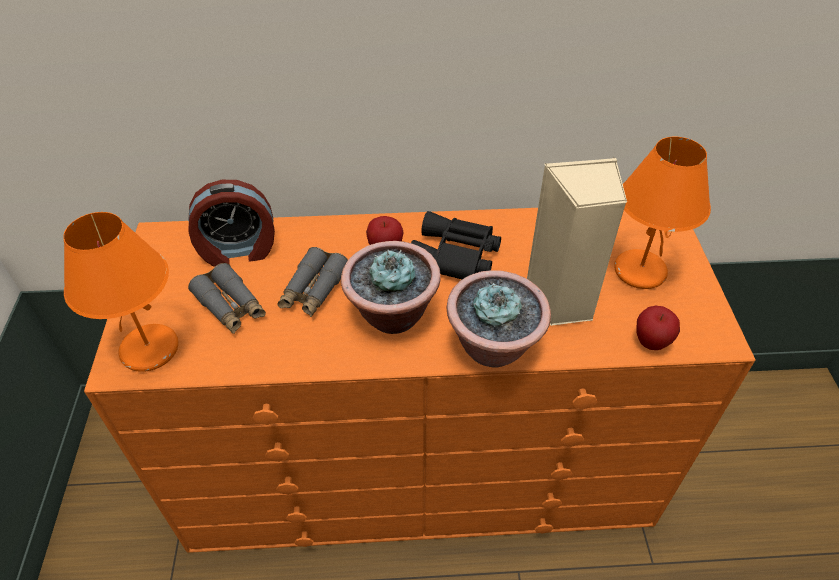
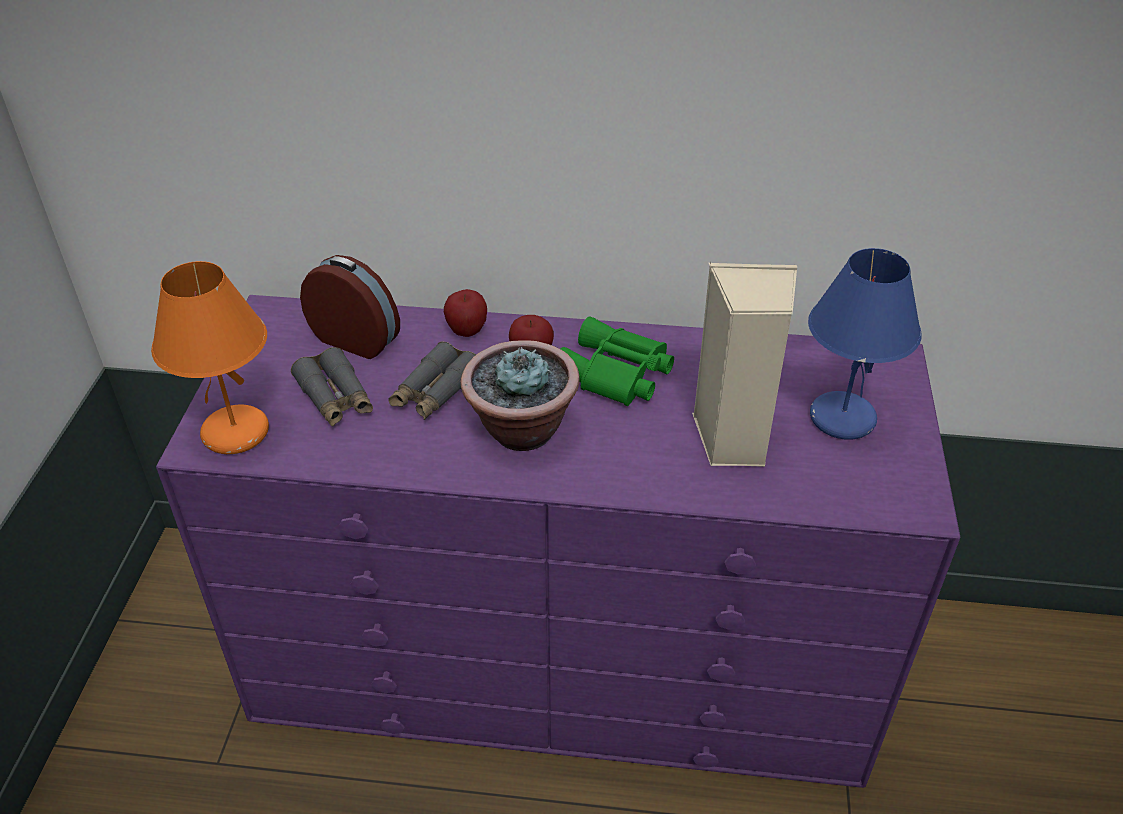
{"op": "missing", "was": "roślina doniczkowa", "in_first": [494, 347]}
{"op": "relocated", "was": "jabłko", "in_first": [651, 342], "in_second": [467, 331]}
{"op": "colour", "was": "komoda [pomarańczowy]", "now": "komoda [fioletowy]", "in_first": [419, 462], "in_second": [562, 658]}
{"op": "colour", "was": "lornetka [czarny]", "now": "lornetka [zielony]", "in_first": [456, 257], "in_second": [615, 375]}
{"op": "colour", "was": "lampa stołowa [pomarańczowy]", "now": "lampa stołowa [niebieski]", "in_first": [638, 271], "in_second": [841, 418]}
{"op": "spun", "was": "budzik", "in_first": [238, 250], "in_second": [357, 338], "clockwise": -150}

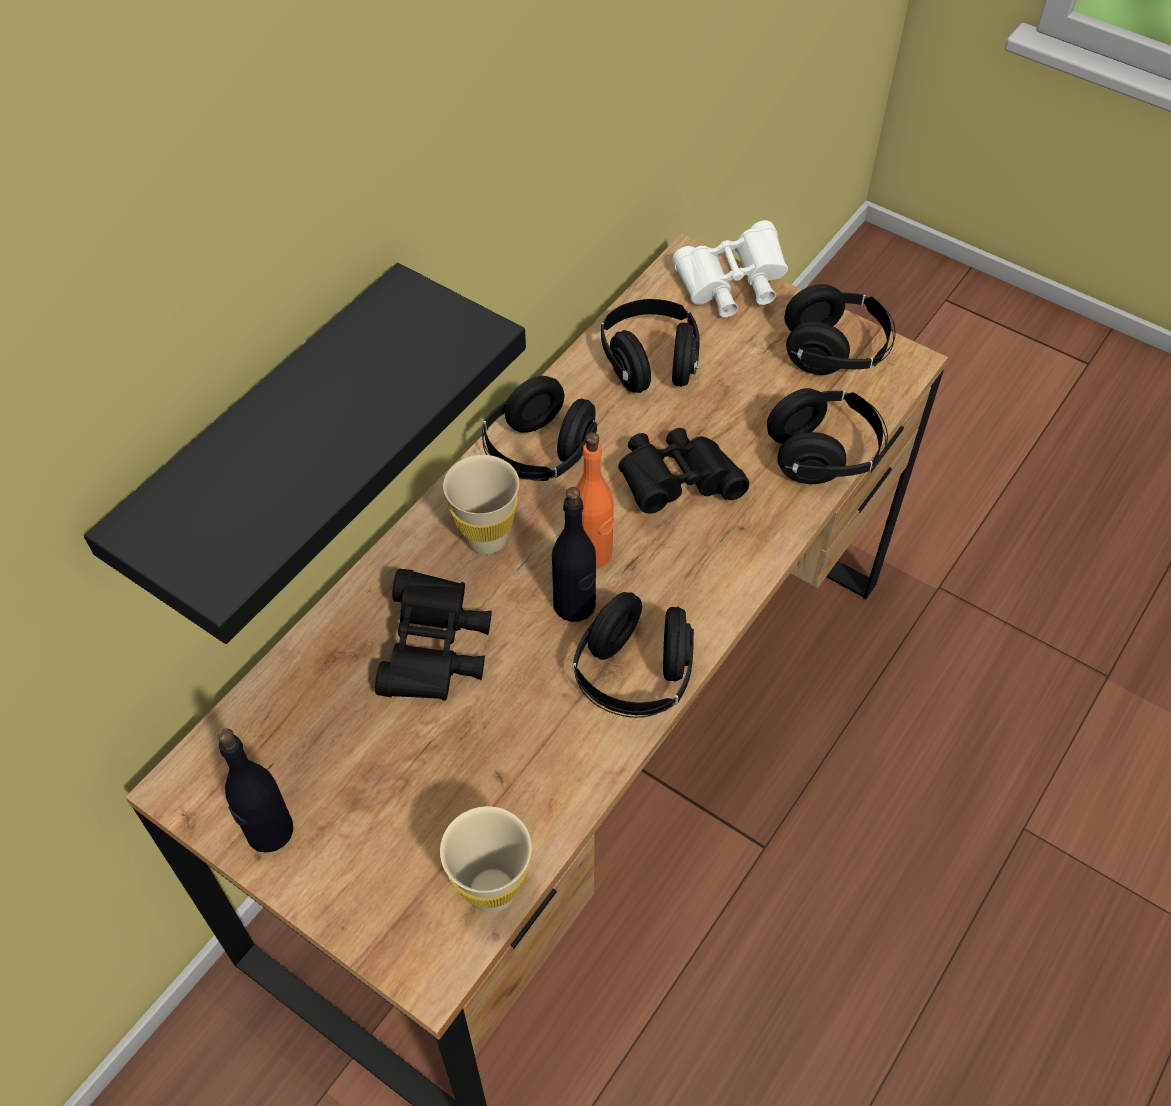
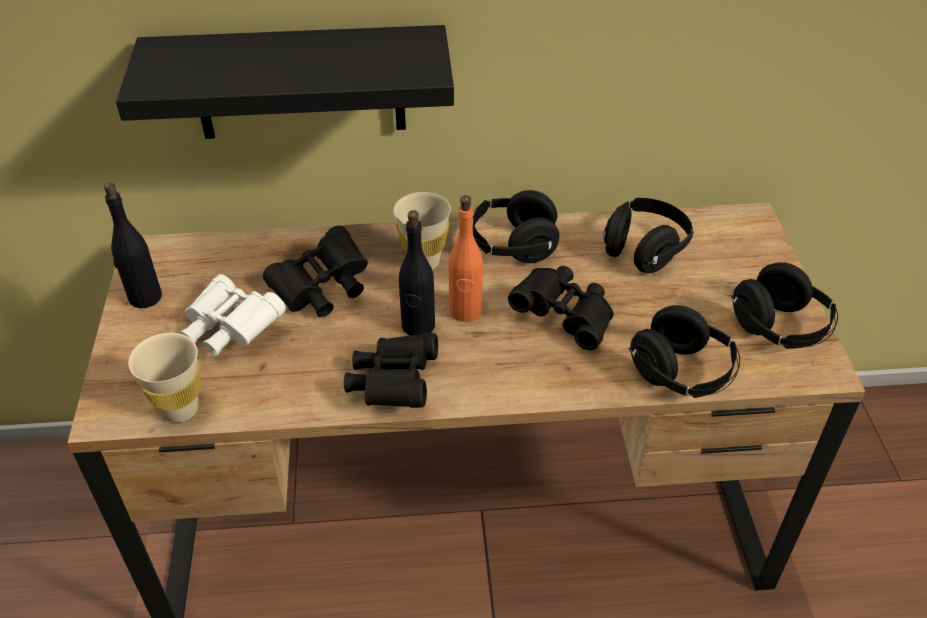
{"op": "relocated", "was": "lornetka [biały]", "in_first": [731, 287], "in_second": [230, 330]}
{"op": "exchanged", "was": "słuchawki [czarny]", "now": "lornetka [czarny]", "in_first": [634, 676], "in_second": [394, 384]}

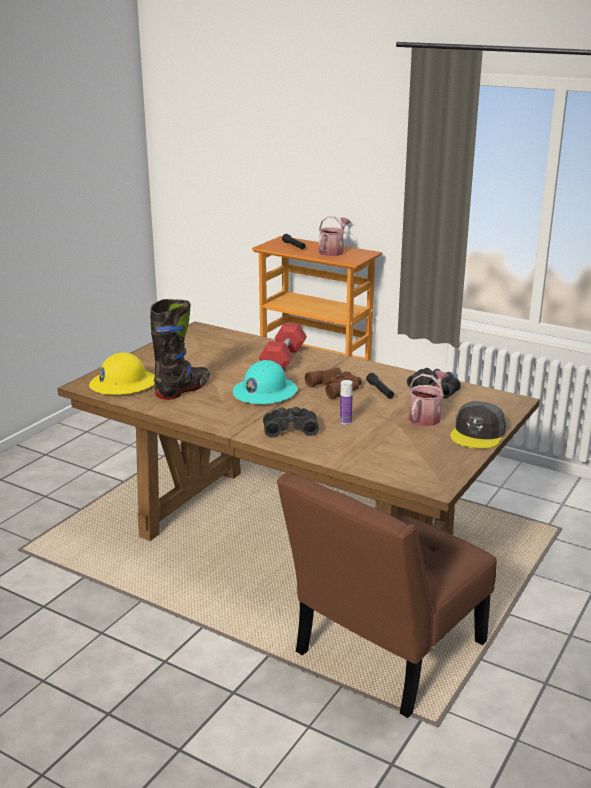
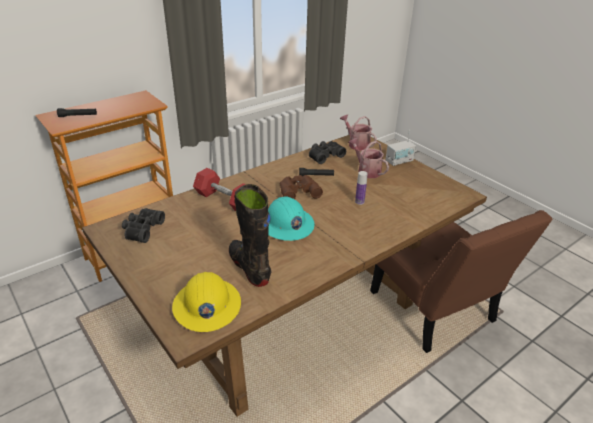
{"op": "relocated", "was": "lornetka [czarny]", "in_first": [290, 428], "in_second": [142, 229]}
{"op": "relocated", "was": "konewka", "in_first": [333, 251], "in_second": [356, 144]}
{"op": "exchanged", "was": "czapka z daszkiem [szary]", "now": "radio", "in_first": [478, 434], "in_second": [399, 161]}

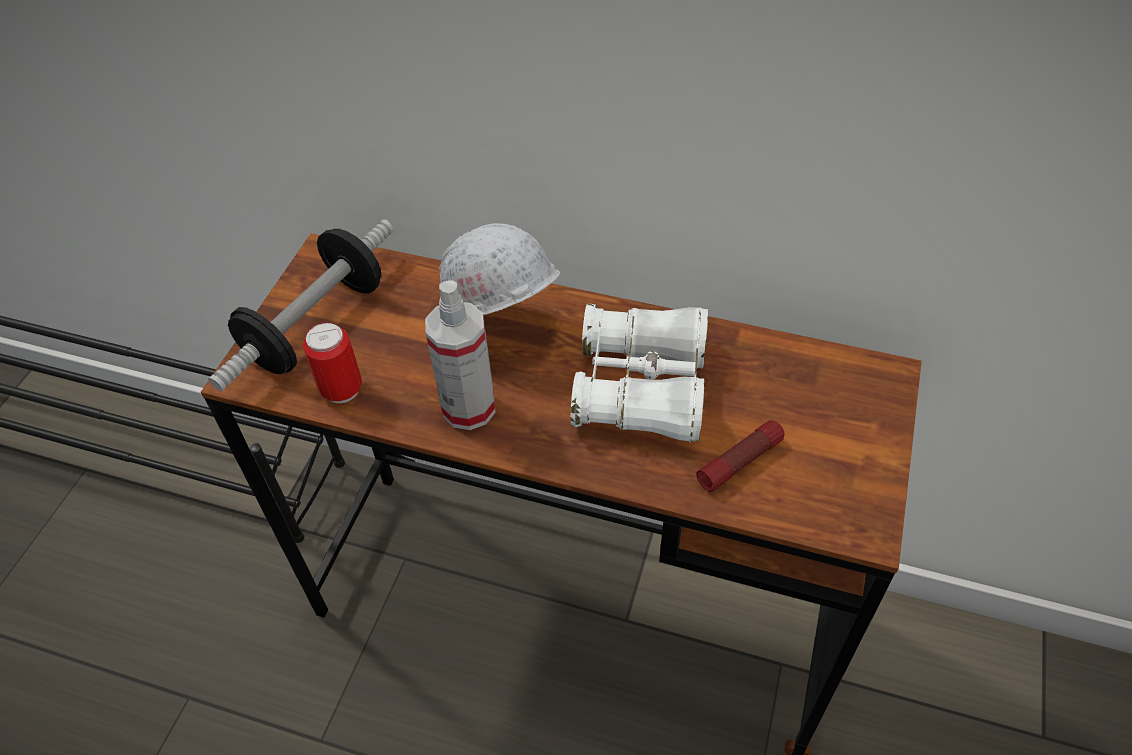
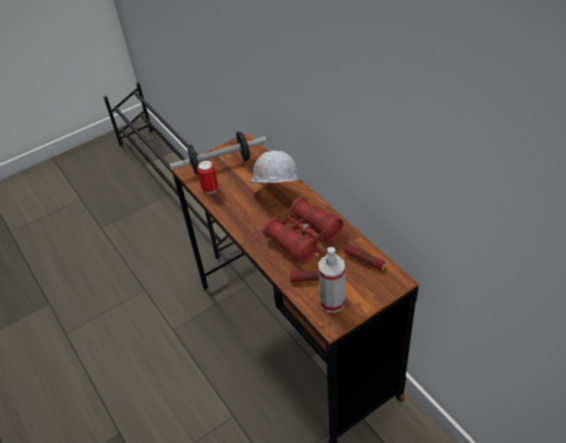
{"op": "appeared", "now": "latarka", "in_second": [364, 260]}
{"op": "relocated", "was": "spryskiwacz", "in_first": [469, 408], "in_second": [332, 302]}
{"op": "colour", "was": "lornetka [biały]", "now": "lornetka [czerwony]", "in_first": [641, 388], "in_second": [303, 238]}

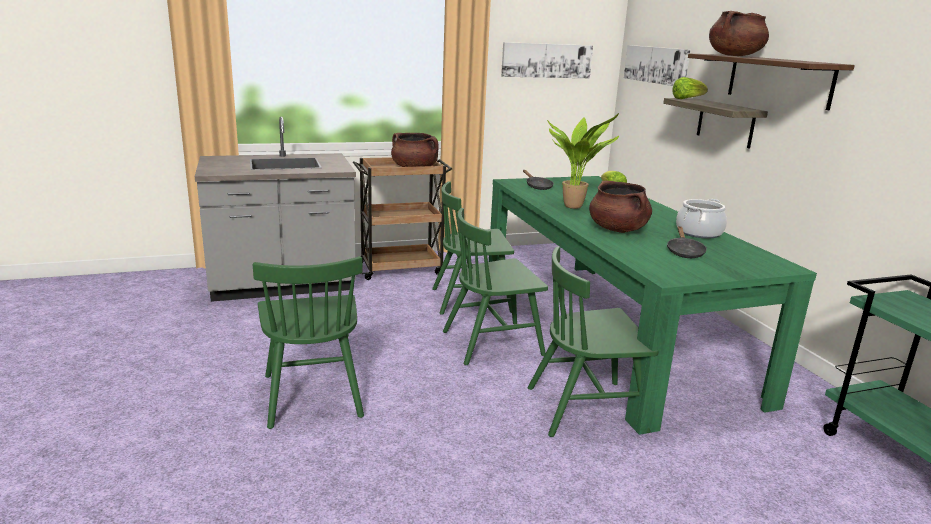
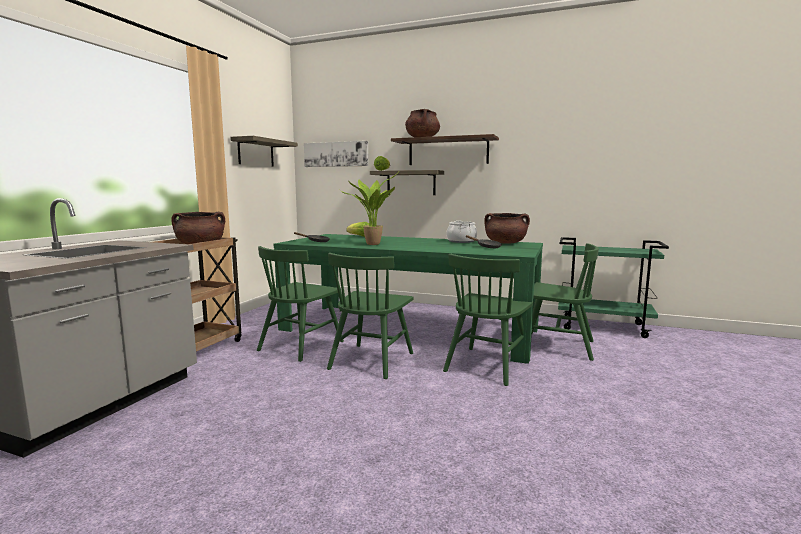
{"op": "relocated", "was": "krzesło [zielony]", "in_first": [313, 395], "in_second": [558, 346]}
{"op": "relocated", "was": "garnek [brązowy]", "in_first": [618, 229], "in_second": [505, 243]}
{"op": "exchanged", "was": "obraz", "now": "półka", "in_first": [546, 60], "in_second": [256, 152]}

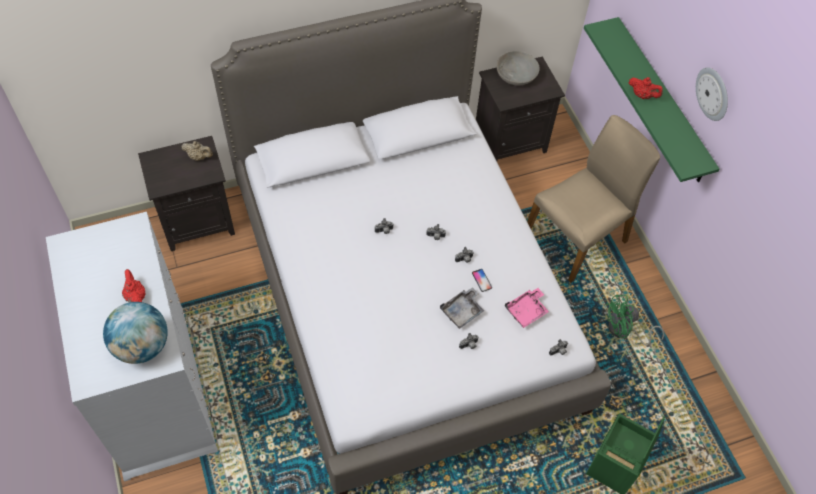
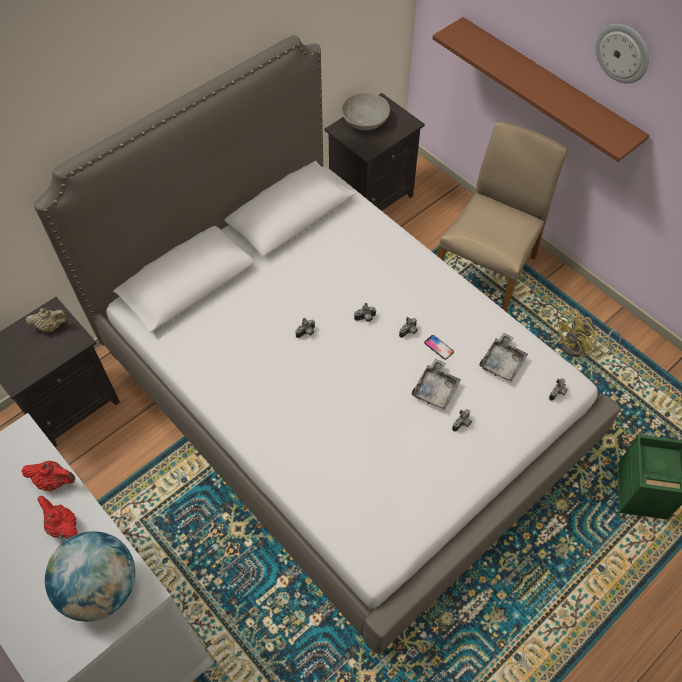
{"op": "relocated", "was": "imbryk [czerwony]", "in_first": [642, 95], "in_second": [54, 481]}
{"op": "colour", "was": "taca [różowy]", "now": "taca [szary]", "in_first": [526, 311], "in_second": [502, 362]}
{"op": "colour", "was": "półka [zielony]", "now": "półka [brązowy]", "in_first": [661, 101], "in_second": [546, 90]}
{"op": "colour", "was": "wentylator [zielony]", "now": "wentylator [żółty]", "in_first": [624, 331], "in_second": [579, 348]}

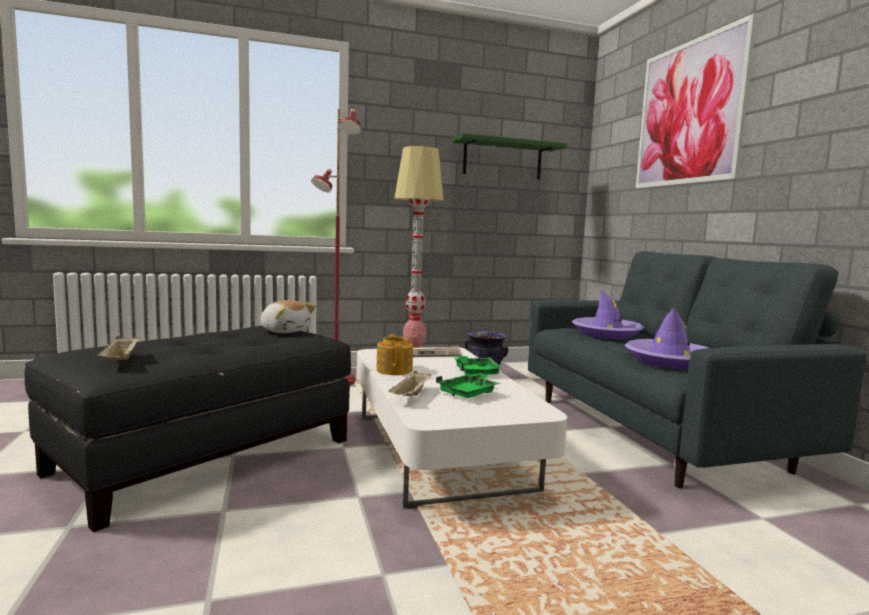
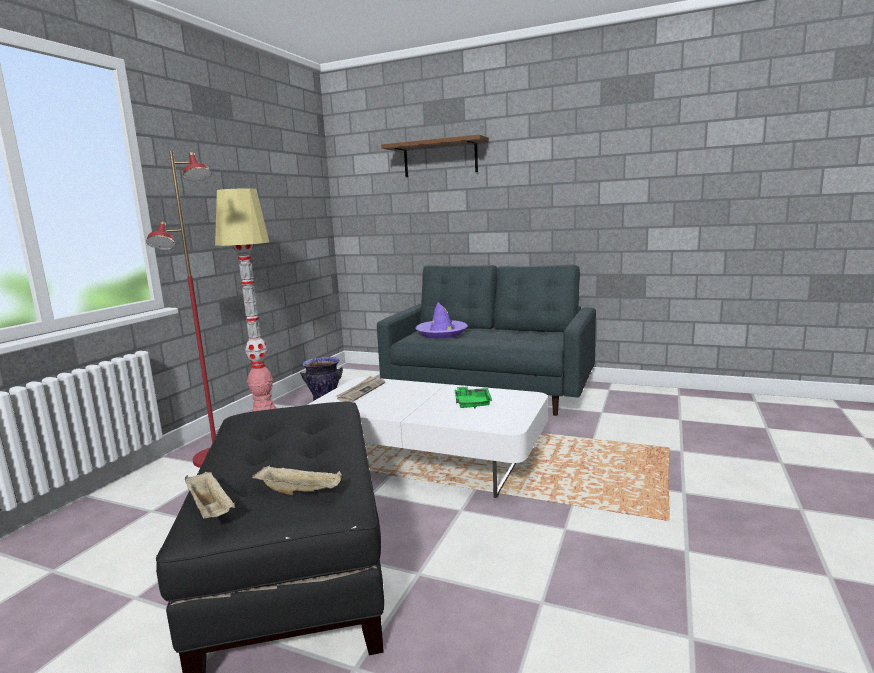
{"op": "missing", "was": "pluszak", "in_first": [285, 331]}
{"op": "missing", "was": "imbryk", "in_first": [394, 370]}
{"op": "missing", "was": "półka [zielony]", "in_first": [502, 159]}
{"op": "missing", "was": "taca [zielony]", "in_first": [476, 372]}
{"op": "missing", "was": "kapelusz [fioletowy]", "in_first": [669, 361]}
{"op": "relocated", "was": "taca [beżowy]", "in_first": [411, 396], "in_second": [211, 509]}
{"op": "exchanged", "was": "obraz", "now": "półka [brązowy]", "in_first": [689, 113], "in_second": [440, 158]}

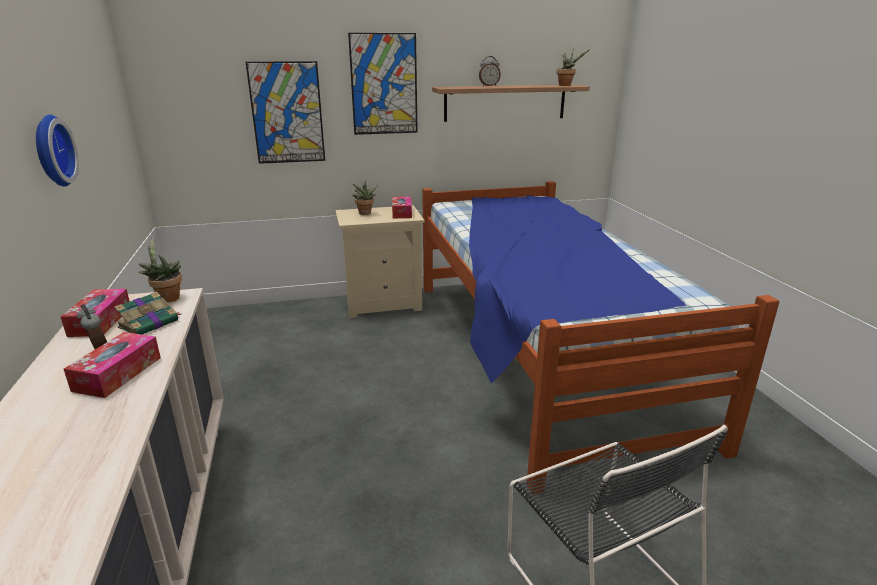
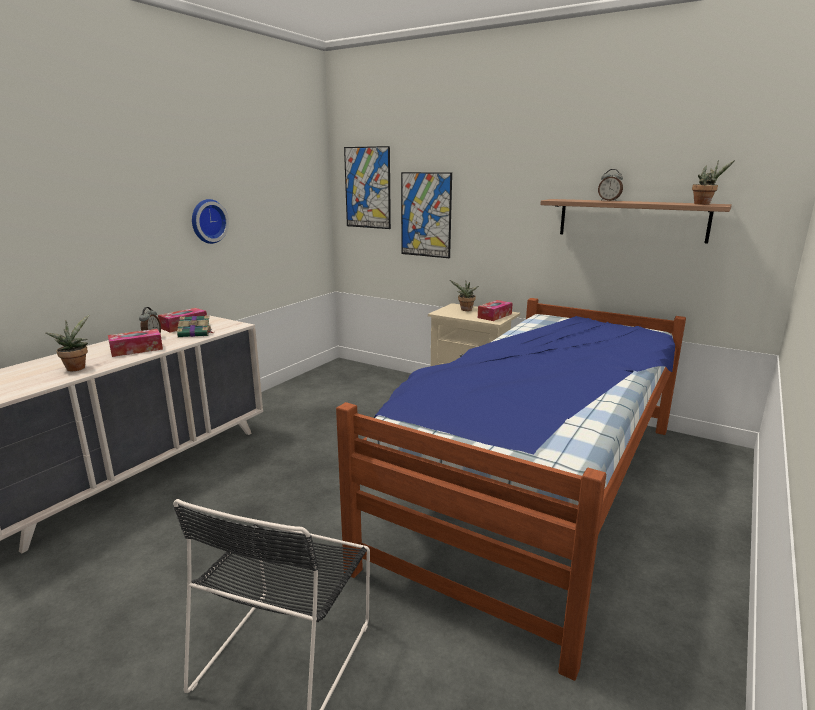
{"op": "relocated", "was": "roślina doniczkowa", "in_first": [167, 298], "in_second": [76, 367]}
{"op": "relocated", "was": "obraz", "in_first": [384, 84], "in_second": [367, 188]}

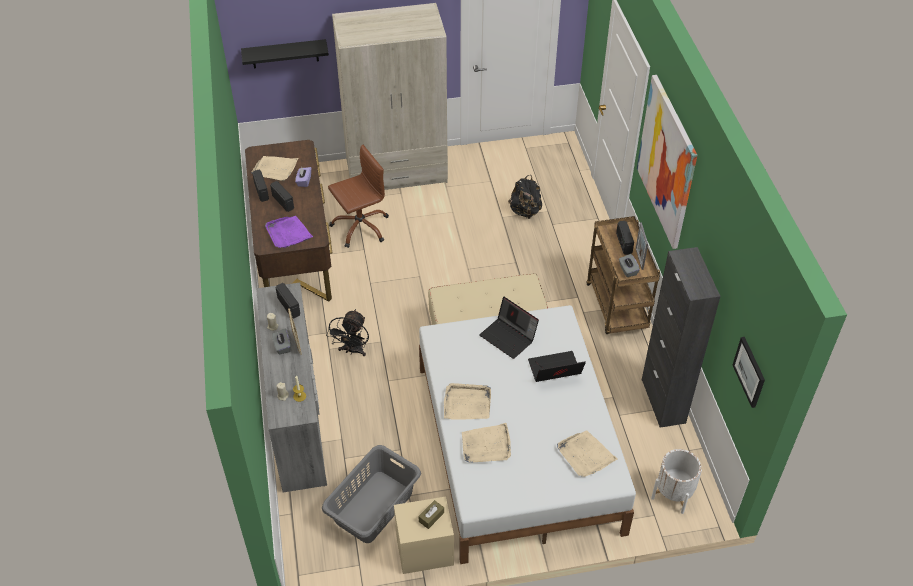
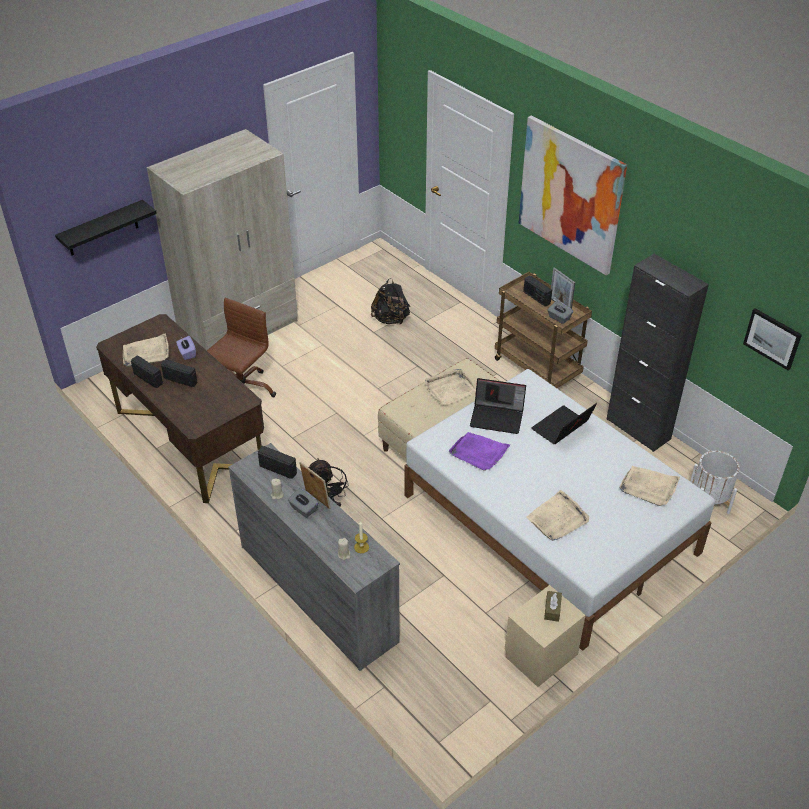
{"op": "missing", "was": "kosz na pranie [szary]", "in_first": [374, 507]}
{"op": "relocated", "was": "taca [fioletowy]", "in_first": [288, 233], "in_second": [478, 452]}
{"op": "relocated", "was": "taca [beżowy]", "in_first": [467, 403], "in_second": [449, 389]}

